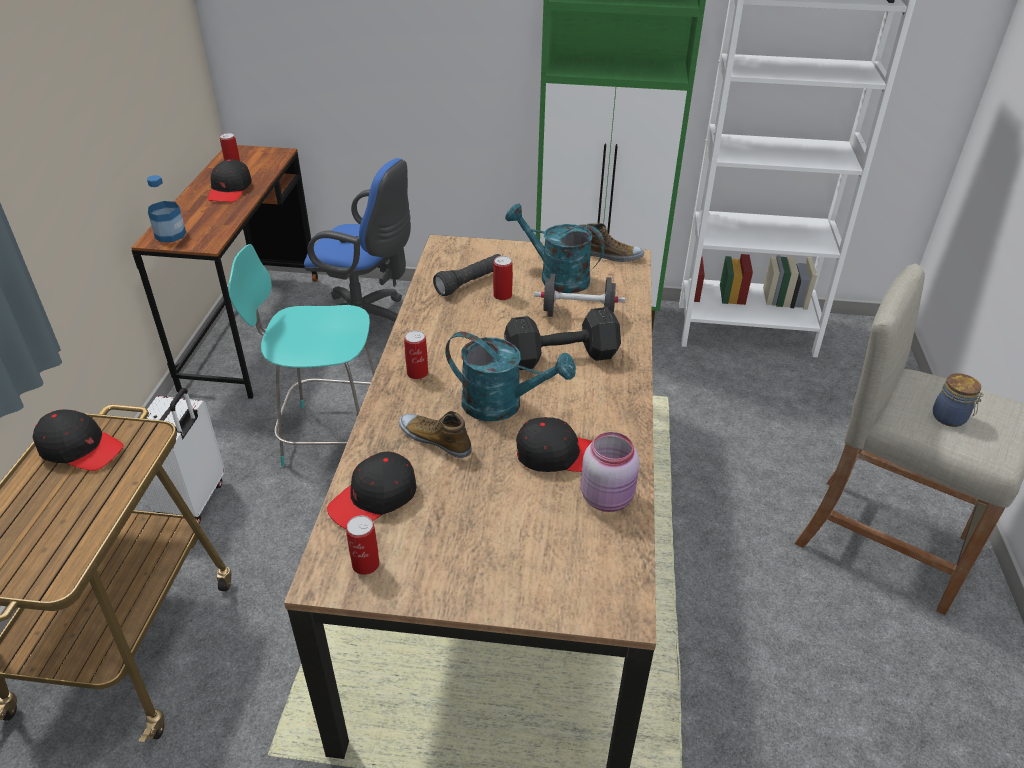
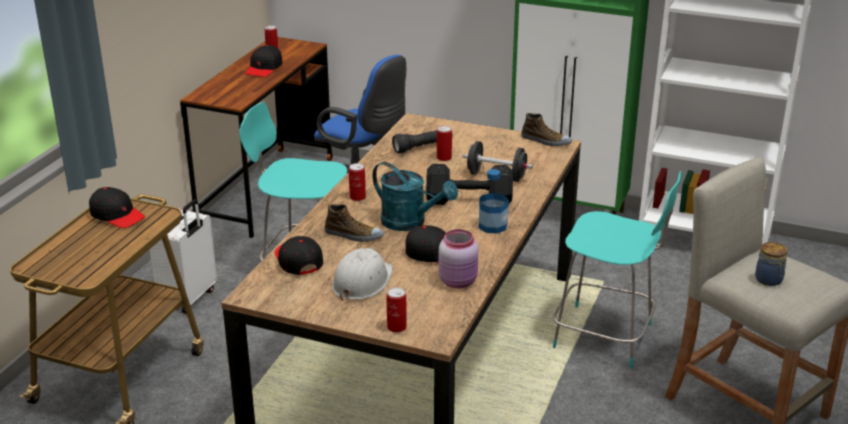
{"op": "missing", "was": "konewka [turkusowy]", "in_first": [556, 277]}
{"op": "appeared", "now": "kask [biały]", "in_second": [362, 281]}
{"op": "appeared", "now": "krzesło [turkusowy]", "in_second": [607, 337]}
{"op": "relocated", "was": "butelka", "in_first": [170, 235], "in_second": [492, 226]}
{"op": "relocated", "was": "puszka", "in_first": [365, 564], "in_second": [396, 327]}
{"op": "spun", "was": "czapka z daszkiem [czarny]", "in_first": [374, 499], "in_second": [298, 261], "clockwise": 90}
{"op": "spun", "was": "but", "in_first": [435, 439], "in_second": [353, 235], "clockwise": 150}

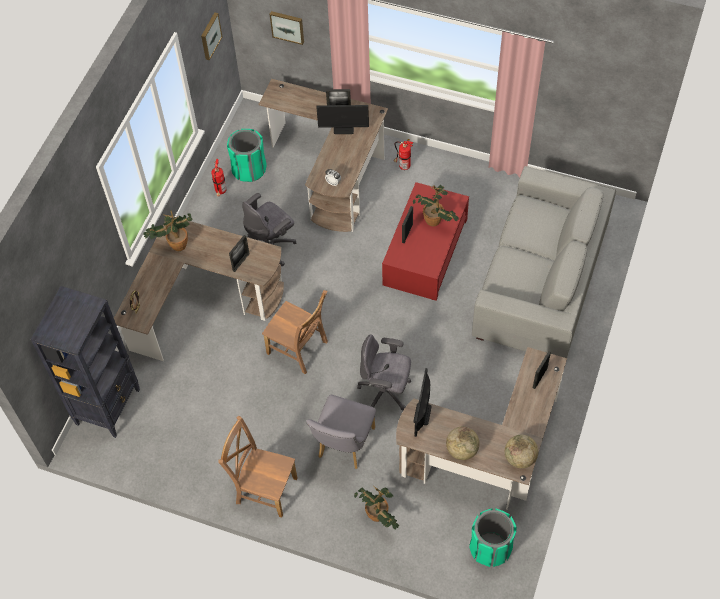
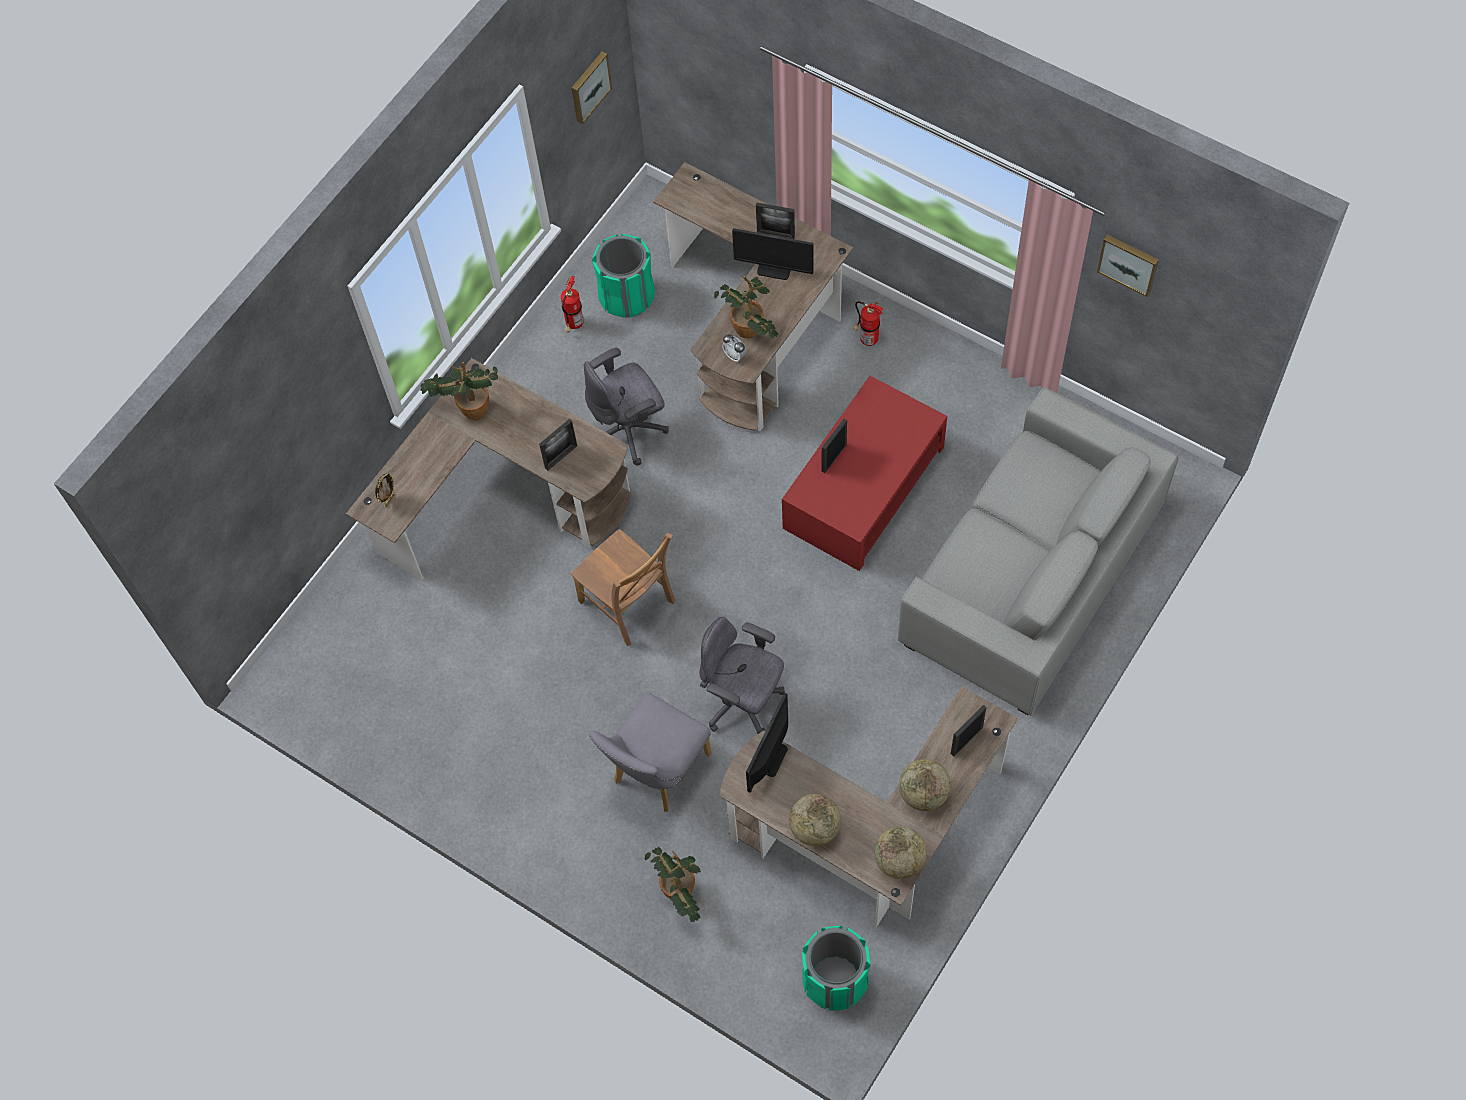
{"op": "missing", "was": "regał [czarny]", "in_first": [108, 406]}
{"op": "missing", "was": "krzesło [brązowy]", "in_first": [264, 489]}
{"op": "appeared", "now": "globus", "in_second": [923, 793]}
{"op": "relocated", "was": "obraz", "in_first": [287, 26], "in_second": [1129, 263]}
{"op": "relocated", "was": "roślina doniczkowa", "in_first": [435, 223], "in_second": [749, 333]}

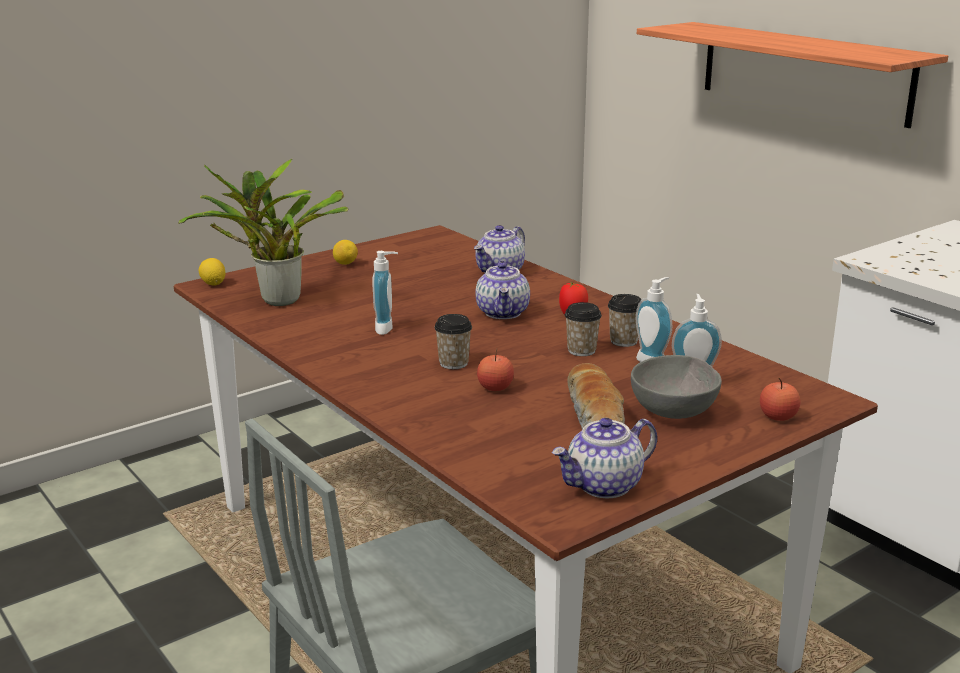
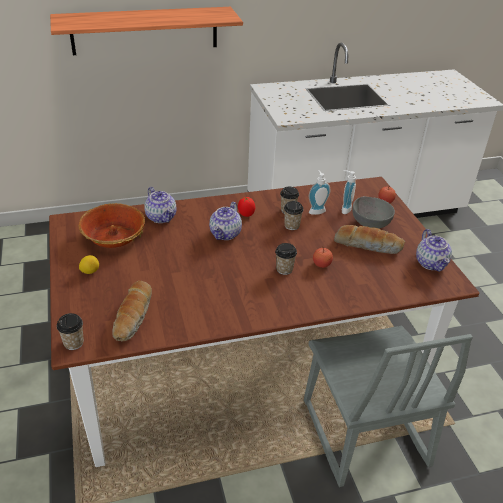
{"op": "missing", "was": "dozownik mydła", "in_first": [387, 328]}
{"op": "appeared", "now": "miska", "in_second": [113, 237]}
{"op": "exchanged", "was": "roślina doniczkowa", "now": "chleb", "in_first": [275, 300], "in_second": [134, 317]}
{"op": "exchanged", "was": "cytryna", "now": "filiżanka", "in_first": [213, 284], "in_second": [73, 343]}
{"op": "spun", "was": "imbryk", "in_first": [503, 313], "in_second": [225, 234], "clockwise": 90}

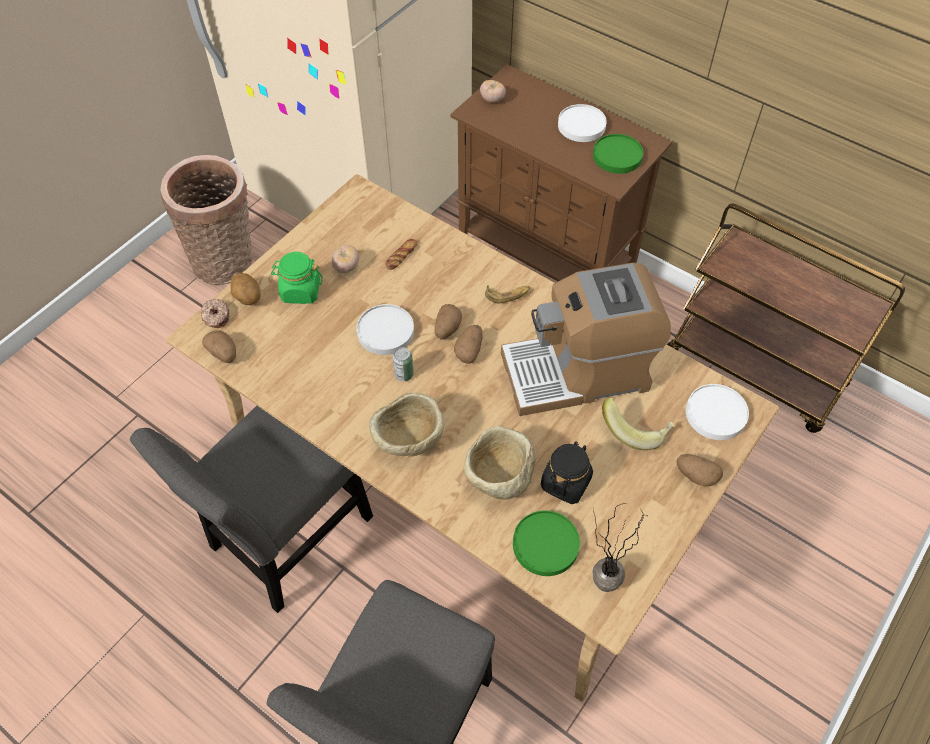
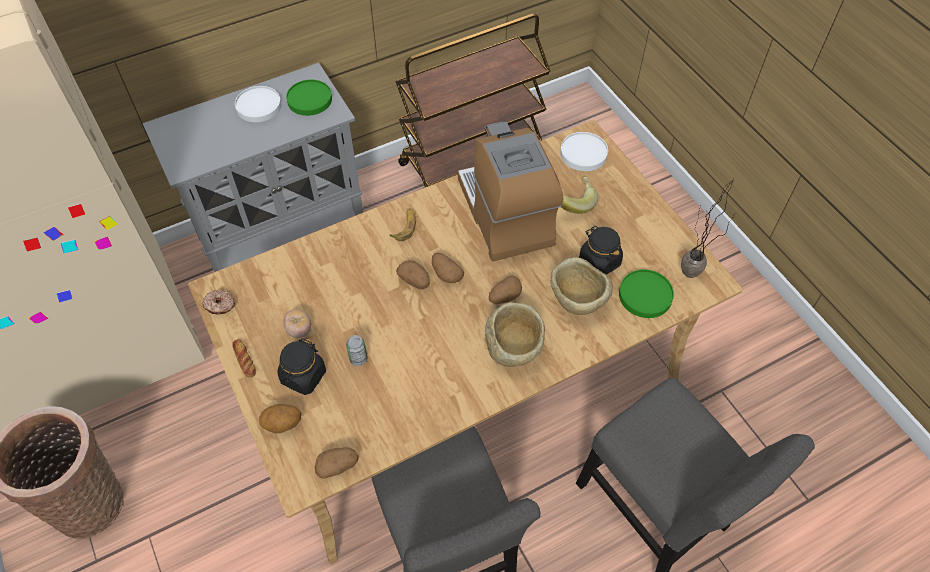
{"op": "missing", "was": "talerz [biały]", "in_first": [385, 331]}
{"op": "missing", "was": "pomidor", "in_first": [492, 99]}
{"op": "relocated", "was": "donut", "in_first": [216, 317], "in_second": [220, 305]}
{"op": "relocated", "was": "chleb", "in_first": [401, 256], "in_second": [244, 360]}
{"op": "relocated", "was": "puszka", "in_first": [404, 374], "in_second": [358, 359]}
{"op": "relocated", "was": "ziemniak", "in_first": [696, 475], "in_second": [504, 297]}
{"op": "colour", "was": "słoik [zielony]", "now": "słoik [czarny]", "in_first": [300, 291], "in_second": [303, 376]}
{"op": "colour", "was": "szafka [brązowy]", "now": "szafka [szary]", "in_first": [547, 258], "in_second": [284, 233]}
{"op": "spun", "was": "ekspres do kawy", "in_first": [578, 371], "in_second": [505, 214], "clockwise": 150}

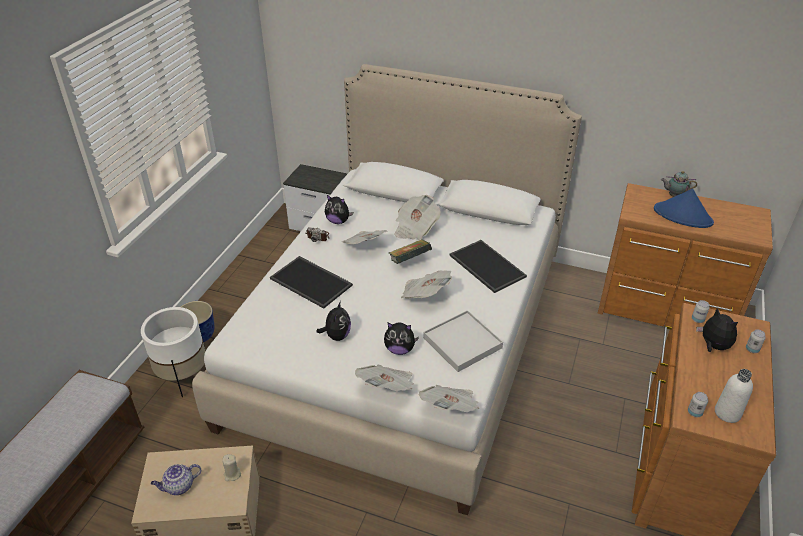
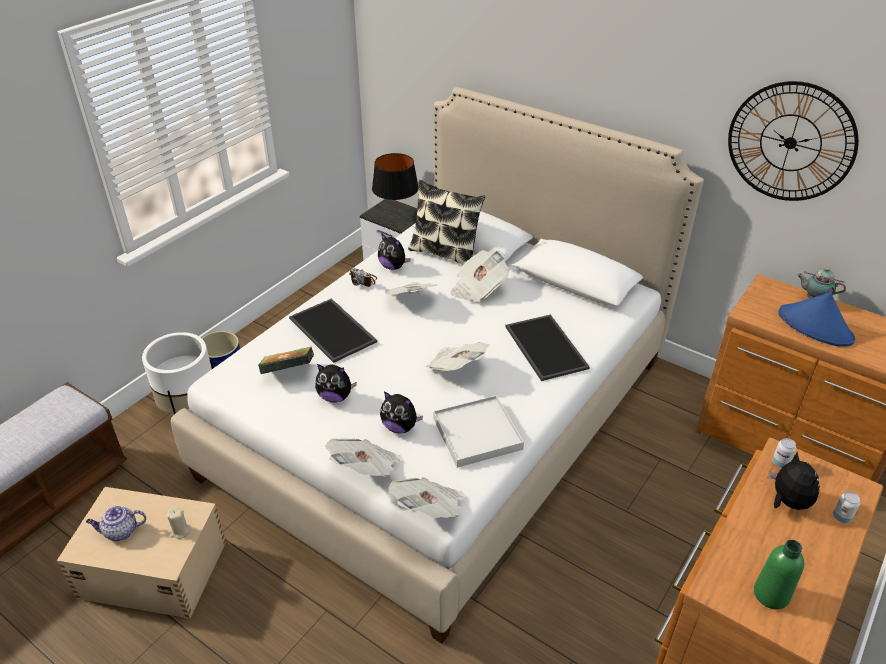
{"op": "missing", "was": "puszka", "in_first": [694, 413]}
{"op": "appeared", "now": "lampa stołowa [czarny]", "in_second": [396, 215]}
{"op": "appeared", "now": "poduszka", "in_second": [445, 253]}
{"op": "appeared", "now": "zegar ścienny", "in_second": [790, 142]}
{"op": "relocated", "was": "książka", "in_first": [409, 261], "in_second": [288, 372]}
{"op": "colour", "was": "butelka [biały]", "now": "butelka [zielony]", "in_first": [727, 413], "in_second": [771, 594]}
{"op": "spun", "was": "pluszak", "in_first": [337, 336], "in_second": [335, 397], "clockwise": 75}

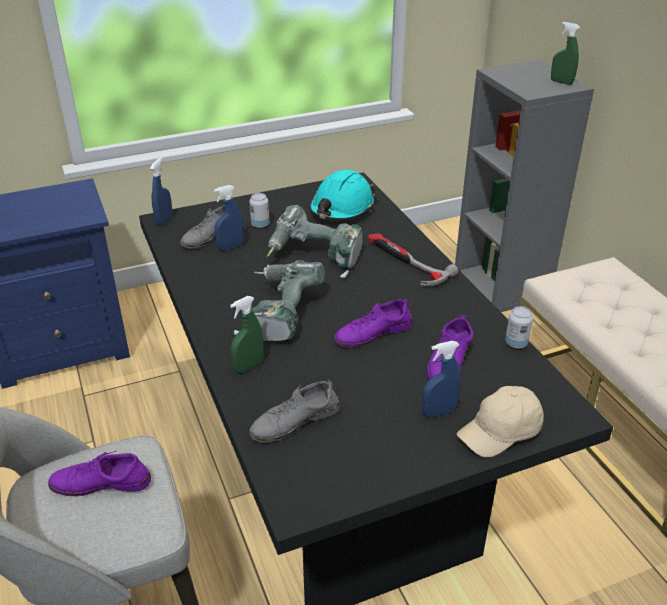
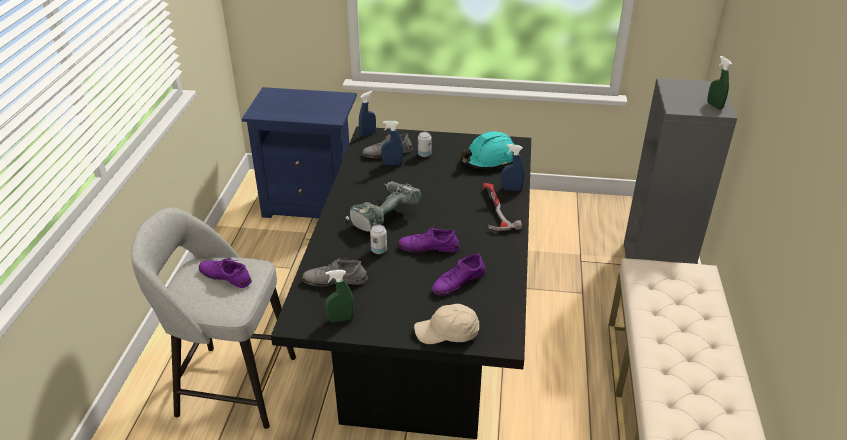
{"op": "missing", "was": "wiertarka", "in_first": [314, 258]}
{"op": "relocated", "was": "spryskiwacz [zielony]", "in_first": [248, 366], "in_second": [340, 319]}
{"op": "relocated", "was": "spryskiwacz [niebieski]", "in_first": [439, 412], "in_second": [511, 189]}
{"op": "relocated", "was": "puszka", "in_first": [516, 343], "in_second": [379, 250]}

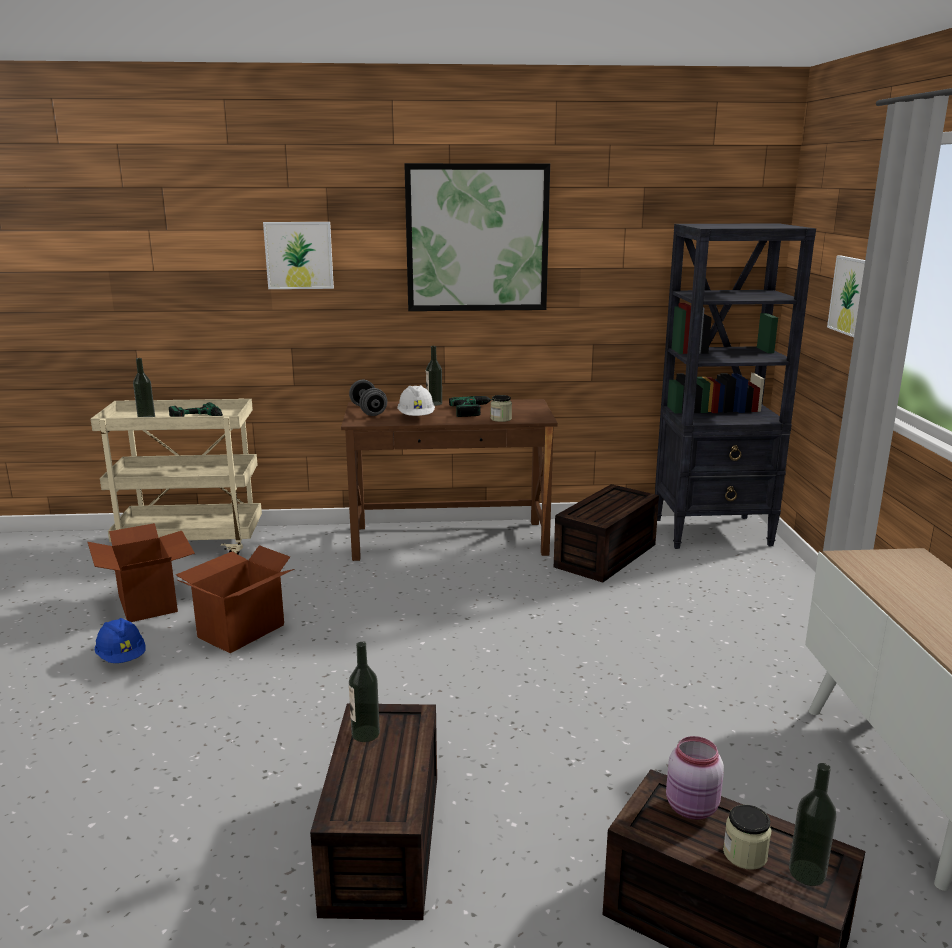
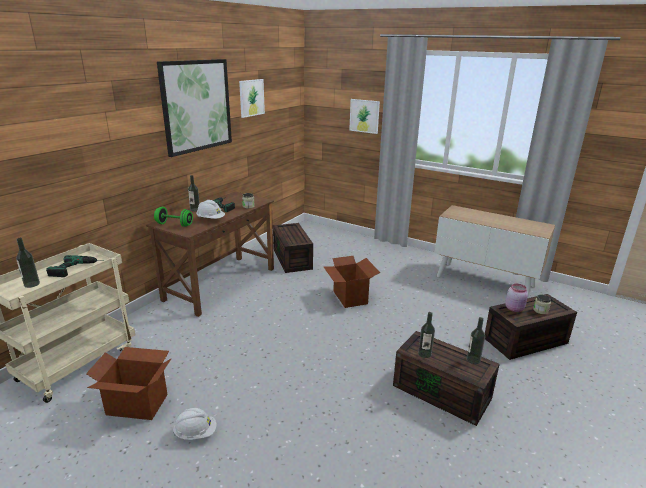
{"op": "missing", "was": "regał [czarny]", "in_first": [713, 532]}
{"op": "relocated", "was": "karton", "in_first": [240, 631], "in_second": [349, 297]}
{"op": "relocated", "was": "obraz", "in_first": [299, 255], "in_second": [251, 97]}
{"op": "relocated", "was": "butelka", "in_first": [807, 872], "in_second": [473, 359]}
{"op": "colour", "was": "kask [niebieski]", "now": "kask [biały]", "in_first": [122, 657], "in_second": [195, 433]}
{"op": "colour", "was": "hantel [szary]", "now": "hantel [zielony]", "in_first": [368, 410], "in_second": [174, 224]}

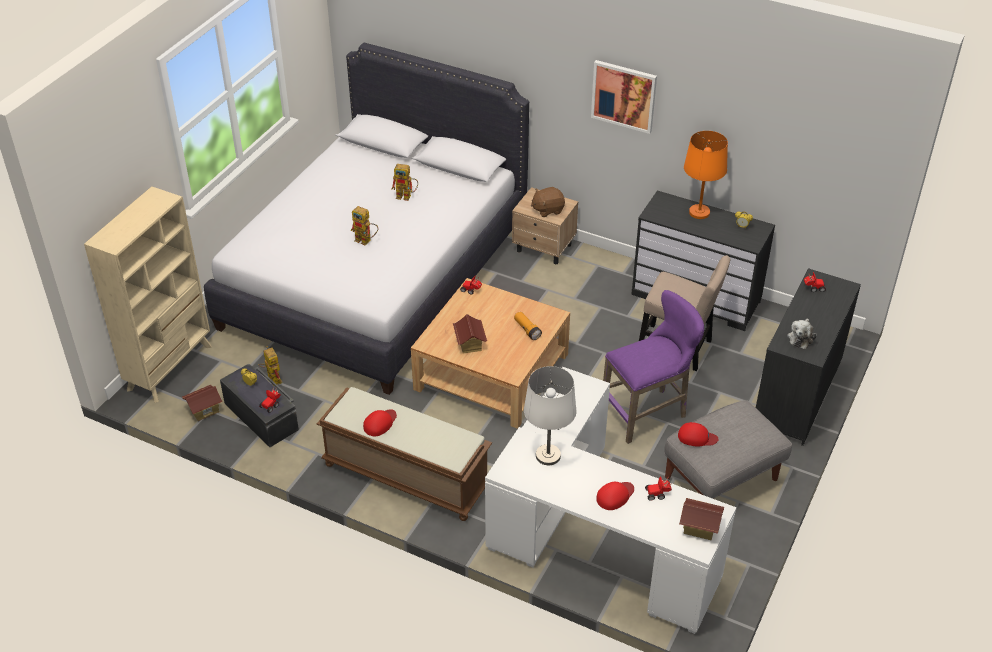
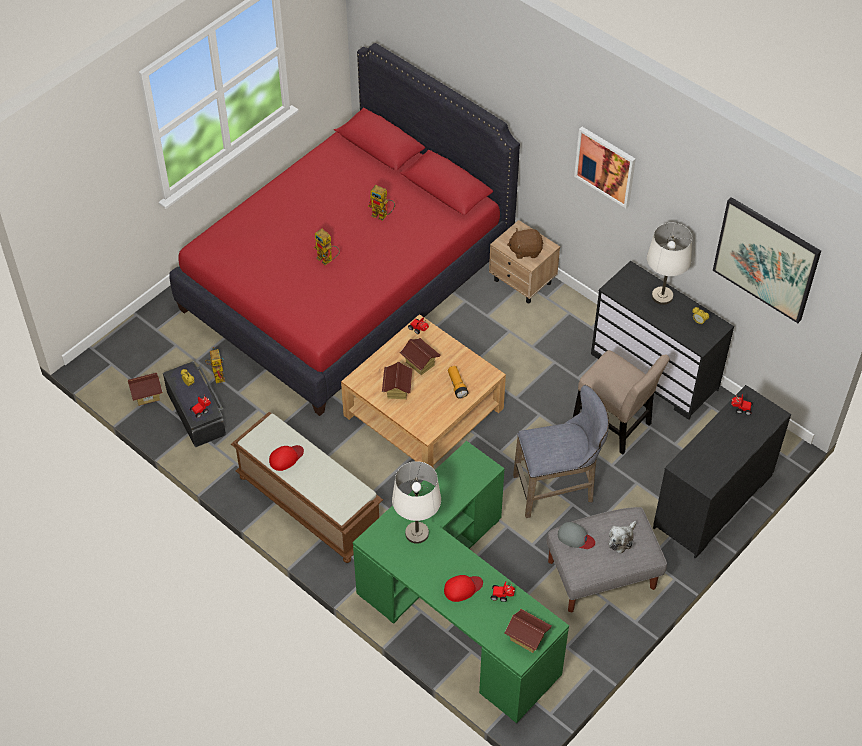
{"op": "missing", "was": "regał [beżowy]", "in_first": [170, 367]}
{"op": "appeared", "now": "domek", "in_second": [420, 364]}
{"op": "appeared", "now": "obraz", "in_second": [766, 259]}
{"op": "relocated", "was": "pluszak", "in_first": [801, 337], "in_second": [621, 539]}
{"op": "colour", "was": "łóżko [biały]", "now": "łóżko [czerwony]", "in_first": [375, 276], "in_second": [346, 281]}
{"op": "colour", "was": "biurko [biały]", "now": "biurko [zielony]", "in_first": [590, 539], "in_second": [455, 608]}
{"op": "colour", "was": "stołek [fioletowy]", "now": "stołek [szary]", "in_first": [648, 413], "in_second": [558, 489]}
{"op": "colour", "was": "czapka z daszkiem [czerwony]", "now": "czapka z daszkiem [szary]", "in_first": [697, 437], "in_second": [575, 537]}
{"op": "colour", "was": "lampa stołowa [pomarańczowy]", "now": "lampa stołowa [biały]", "in_first": [699, 212], "in_second": [662, 296]}

